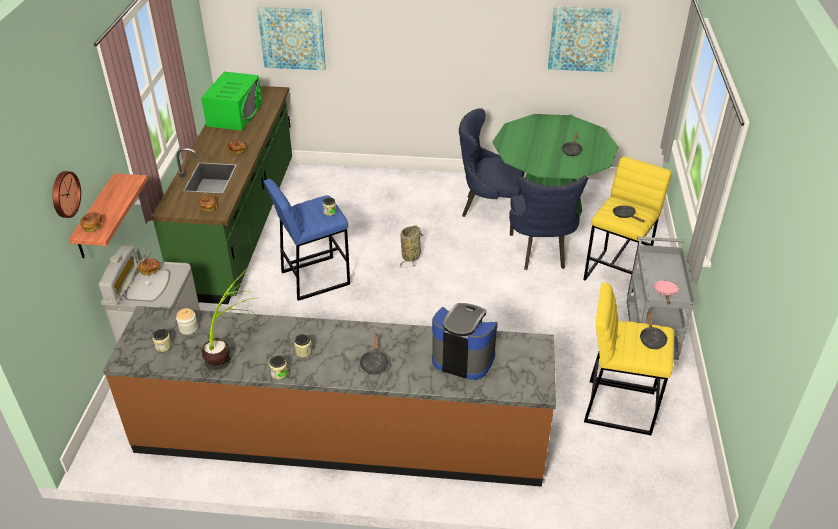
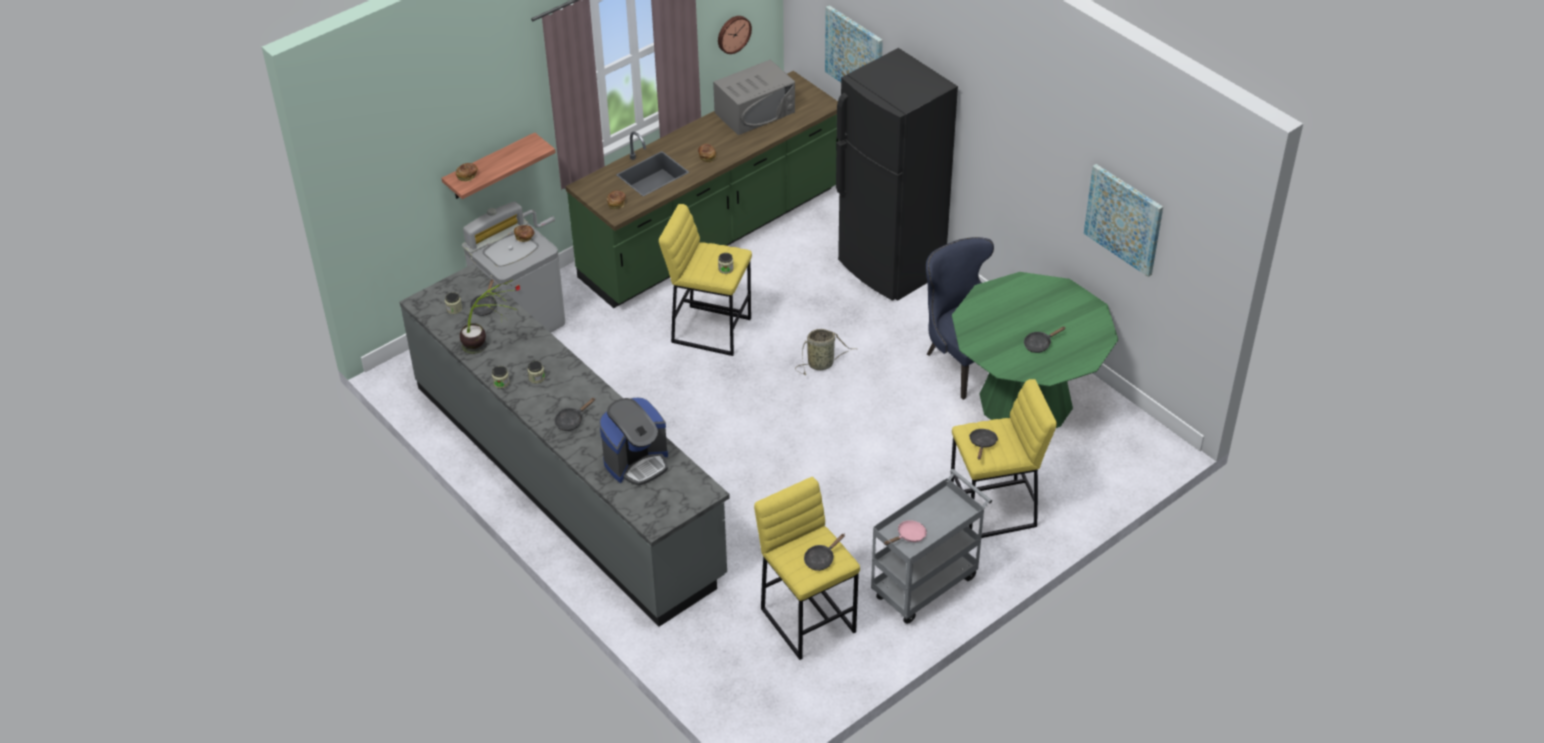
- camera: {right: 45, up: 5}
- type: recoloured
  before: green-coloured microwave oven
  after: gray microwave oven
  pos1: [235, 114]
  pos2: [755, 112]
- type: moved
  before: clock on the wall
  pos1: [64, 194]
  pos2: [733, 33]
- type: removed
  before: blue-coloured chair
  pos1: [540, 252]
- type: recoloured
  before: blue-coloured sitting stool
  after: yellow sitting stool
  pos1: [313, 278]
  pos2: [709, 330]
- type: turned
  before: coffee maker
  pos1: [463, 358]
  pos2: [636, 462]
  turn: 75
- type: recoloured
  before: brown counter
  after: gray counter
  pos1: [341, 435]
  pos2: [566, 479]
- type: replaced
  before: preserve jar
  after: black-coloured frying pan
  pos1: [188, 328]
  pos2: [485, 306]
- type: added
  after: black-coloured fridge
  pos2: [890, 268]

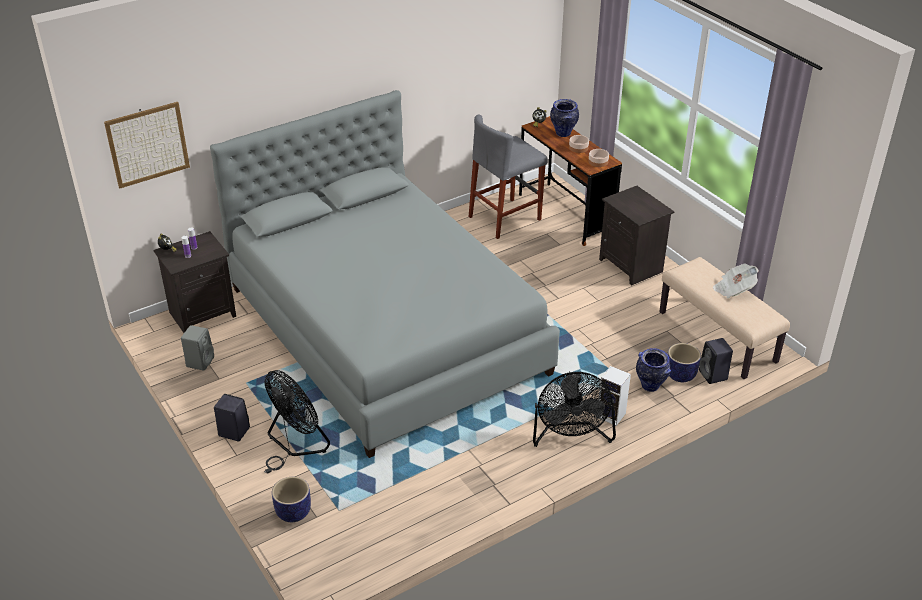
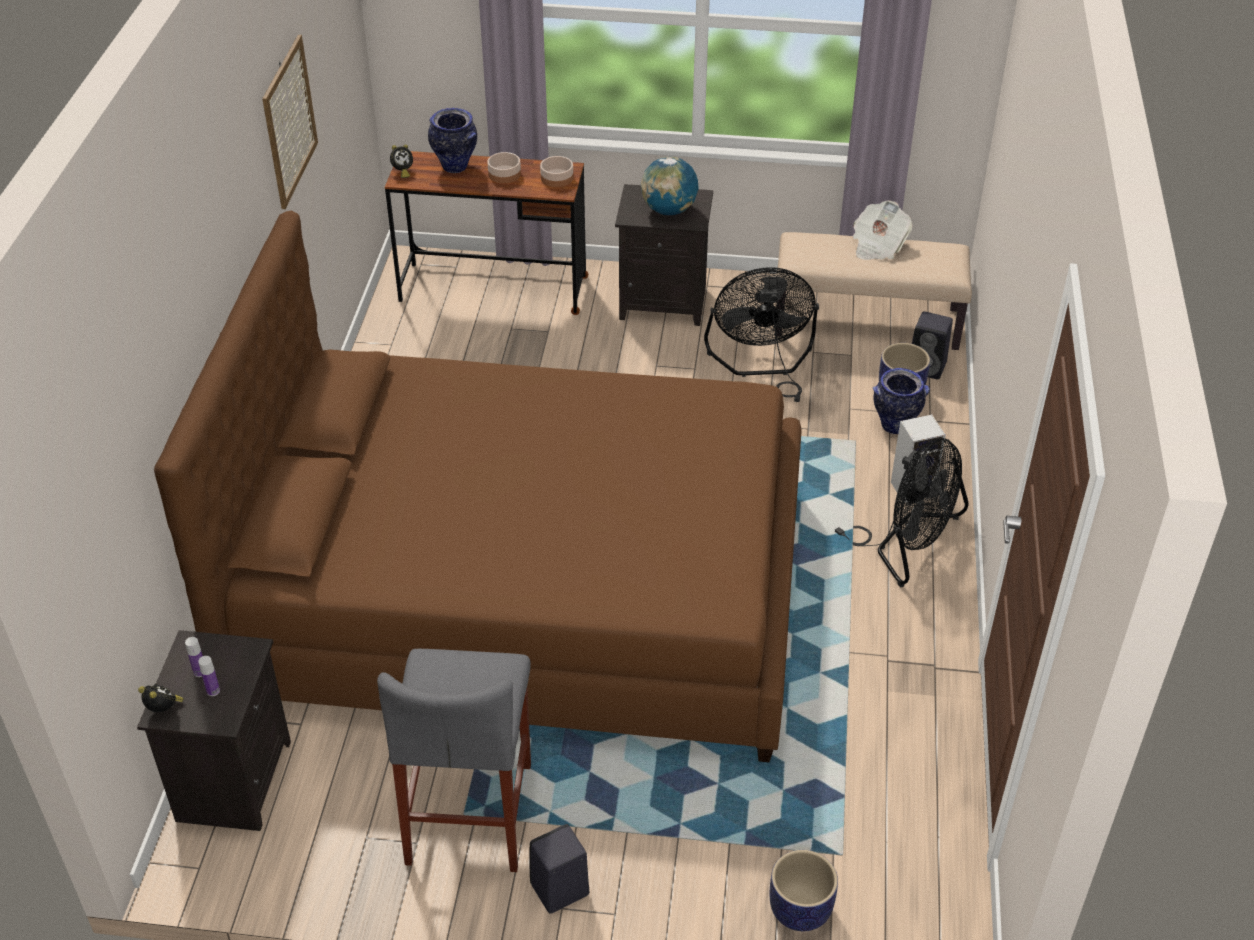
- camera: {right: -50, up: 5}
- type: recoloured
  before: gray bed
  after: brown bed
  pos1: [386, 329]
  pos2: [523, 592]
- type: moved
  before: picture
  pos1: [147, 143]
  pos2: [288, 119]
- type: moved
  before: gray sitting stool
  pos1: [505, 218]
  pos2: [470, 813]
- type: removed
  before: gray audio speaker
  pos1: [200, 361]
- type: moved
  before: black-coloured cooling fan
  pos1: [290, 442]
  pos2: [766, 365]
- type: added
  after: desk globe
  pos2: [669, 210]

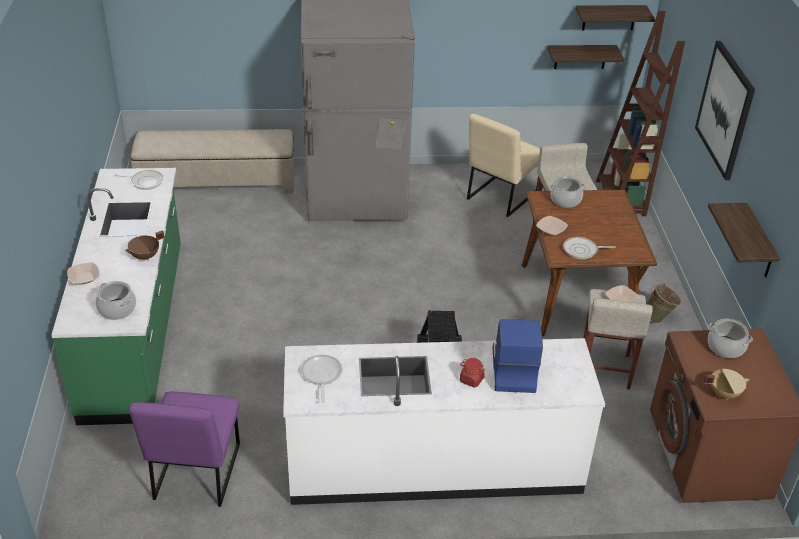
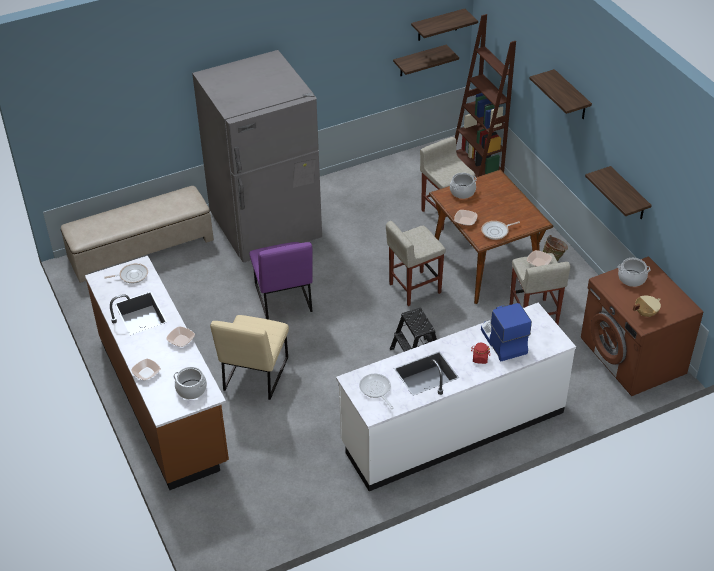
- camera: {right: -20, up: 5}
- type: replaced
  before: picture
  after: shelf
  pos1: [725, 109]
  pos2: [571, 96]
- type: moved
  before: beige-coloured chair
  pos1: [501, 196]
  pos2: [254, 375]
- type: recoloured
  before: green-coloured counter
  after: brown counter
  pos1: [136, 331]
  pos2: [164, 400]
- type: replaced
  before: brown cooking pot
  after: serving bowl
  pos1: [145, 257]
  pos2: [181, 340]
- type: moved
  before: purple chair
  pos1: [195, 473]
  pos2: [283, 299]
- type: added
  after: beige-coloured sitting stool
  pos2: [414, 288]

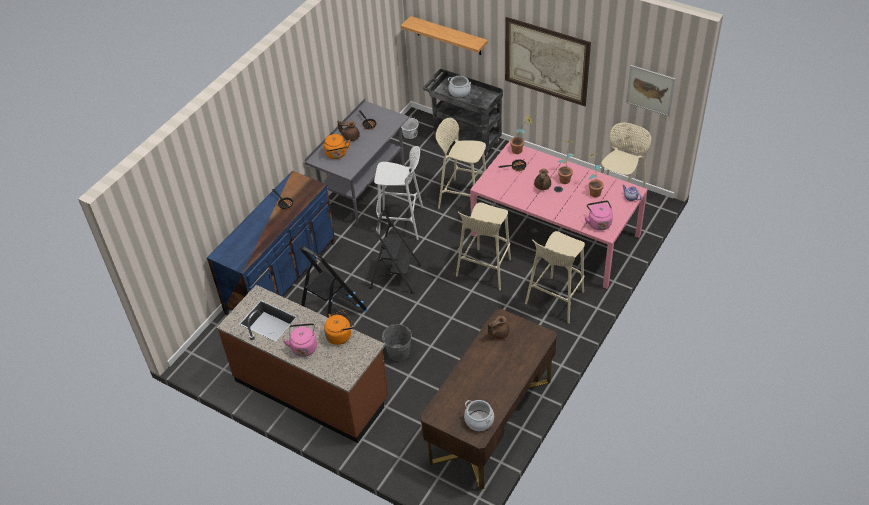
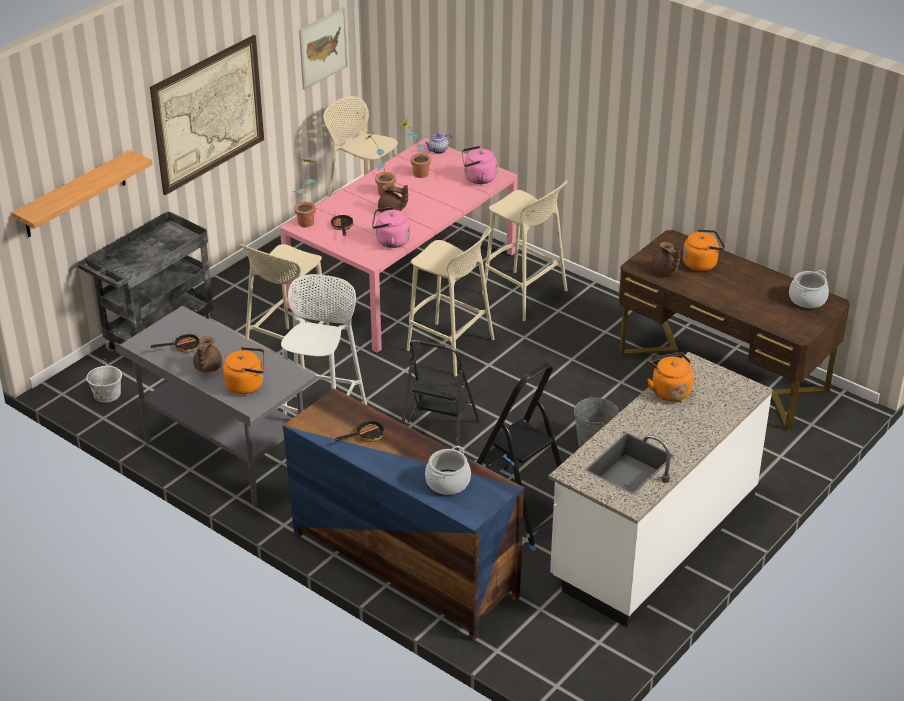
- camera: {right: -85, up: -10}
- type: moved
  before: cooking pot
  pos1: [459, 92]
  pos2: [447, 482]
- type: recoloured
  before: brown counter
  after: whitish counter
  pos1: [312, 389]
  pos2: [653, 537]
- type: moved
  before: pinkish water kettle
  pos1: [304, 346]
  pos2: [390, 241]
- type: added
  after: orange water kettle
  pos2: [701, 263]

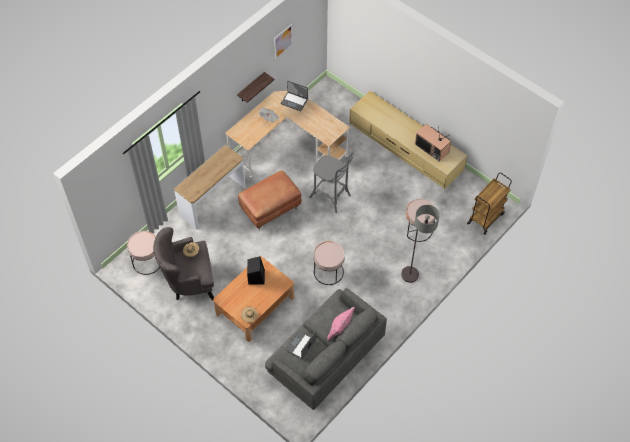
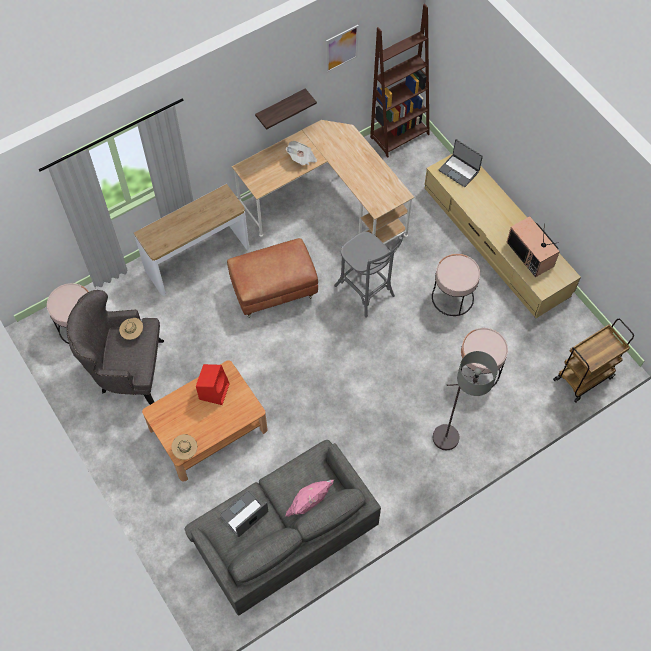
- camera: {right: 15, up: 5}
- type: moved
  before: portable computer
  pos1: [294, 101]
  pos2: [459, 170]
- type: moved
  before: pinkish accent table
  pos1: [328, 272]
  pos2: [452, 298]
- type: recoloured
  before: black-coloured audio speaker
  after: red-coloured audio speaker
  pos1: [256, 276]
  pos2: [214, 390]
- type: added
  after: brown bookcase
  pos2: [399, 135]

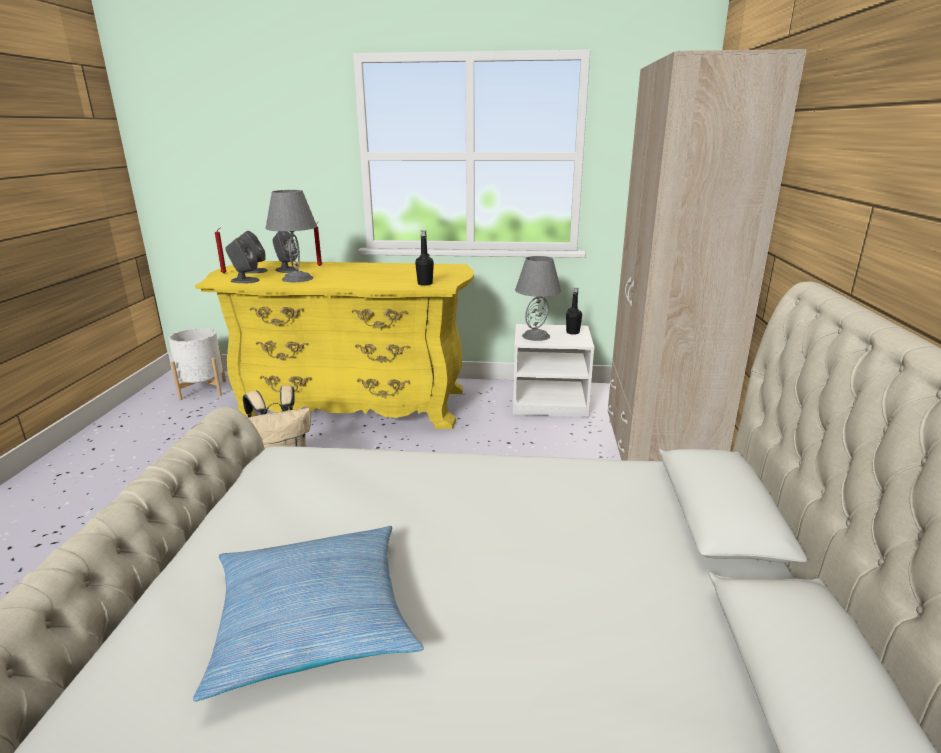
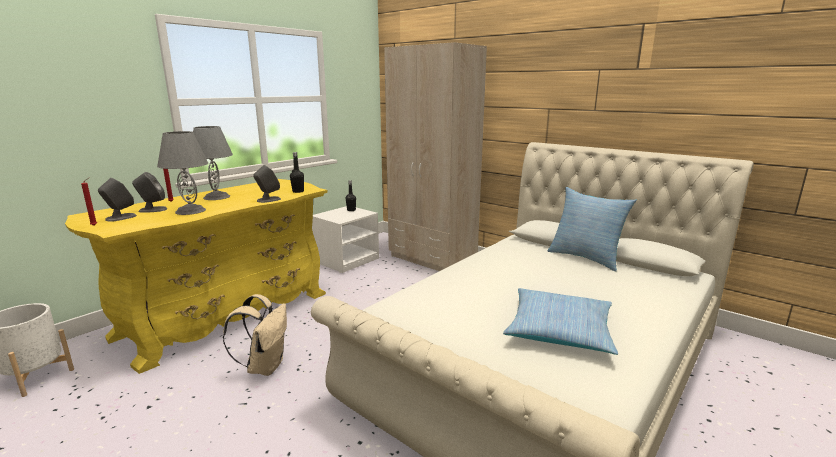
- camera: {right: -55, up: -5}
- type: moved
  before: gray audio speaker
  pos1: [244, 280]
  pos2: [268, 200]
- type: moved
  before: gray tabletop lamp
  pos1: [536, 336]
  pos2: [216, 197]
- type: added
  after: throw pillow
  pos2: [585, 258]

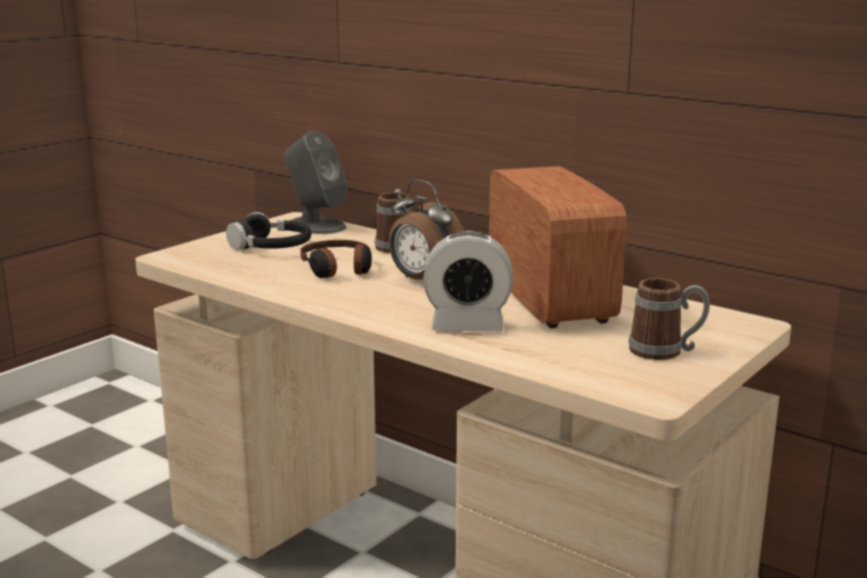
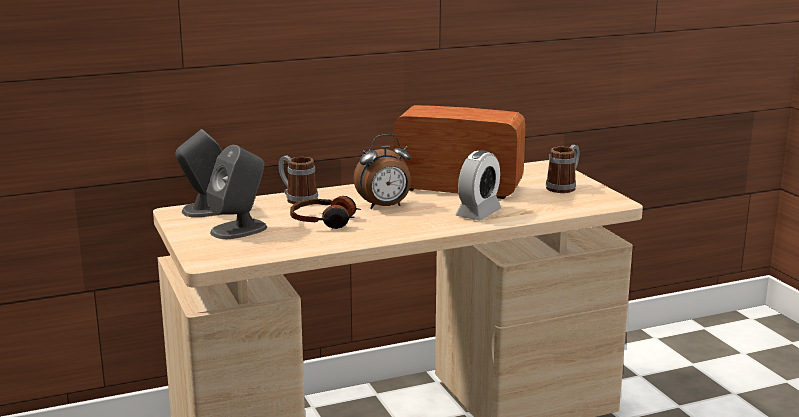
- camera: {right: -60, up: 0}
- type: replaced
  before: black-coloured headphones
  after: gray audio speaker
  pos1: [271, 247]
  pos2: [239, 229]

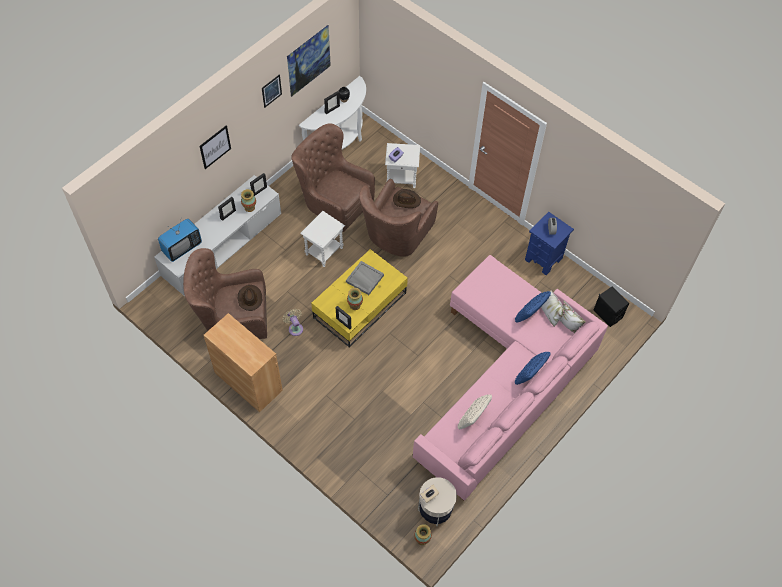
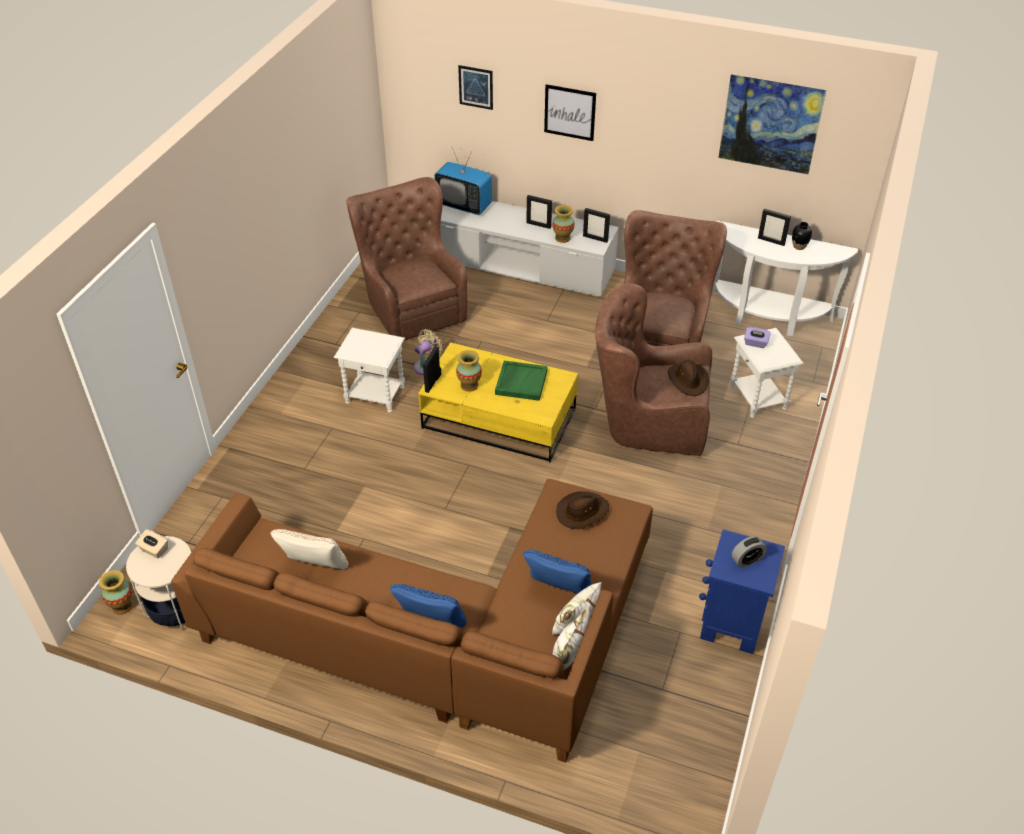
- camera: {right: 70, up: -15}
- type: moved
  before: picture
  pos1: [271, 91]
  pos2: [476, 87]
- type: moved
  before: whitish accent table
  pos1: [323, 250]
  pos2: [375, 394]
- type: recoloured
  before: pinkish couch
  after: brown couch
  pos1: [504, 381]
  pos2: [448, 635]
- type: recoloured
  before: gray carrying tray
  after: green-coloured carrying tray
  pos1: [364, 279]
  pos2: [521, 382]
- type: moved
  before: brown wearable hat
  pos1: [250, 298]
  pos2: [582, 512]
- type: removed
  before: black-coloured audio speaker
  pos1: [607, 314]
- type: removed
  before: brown cupboard
  pos1: [248, 381]

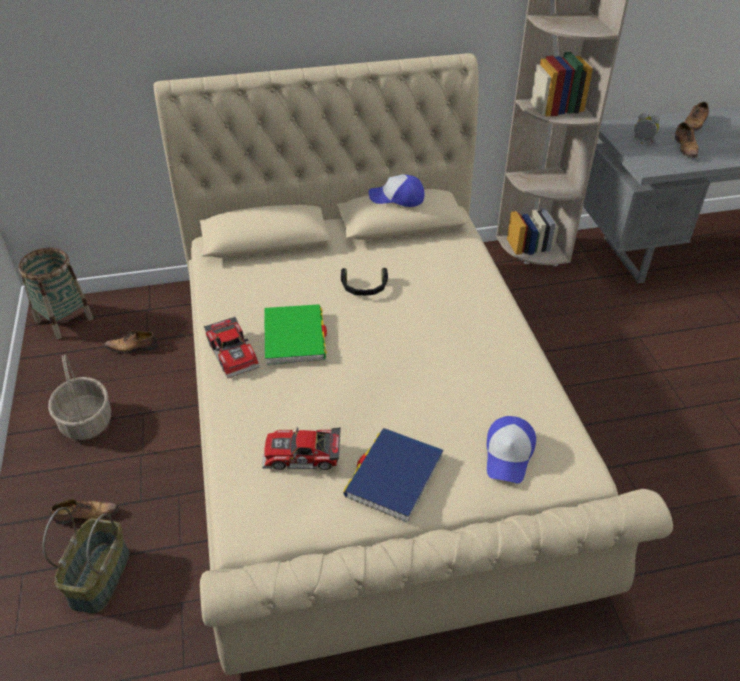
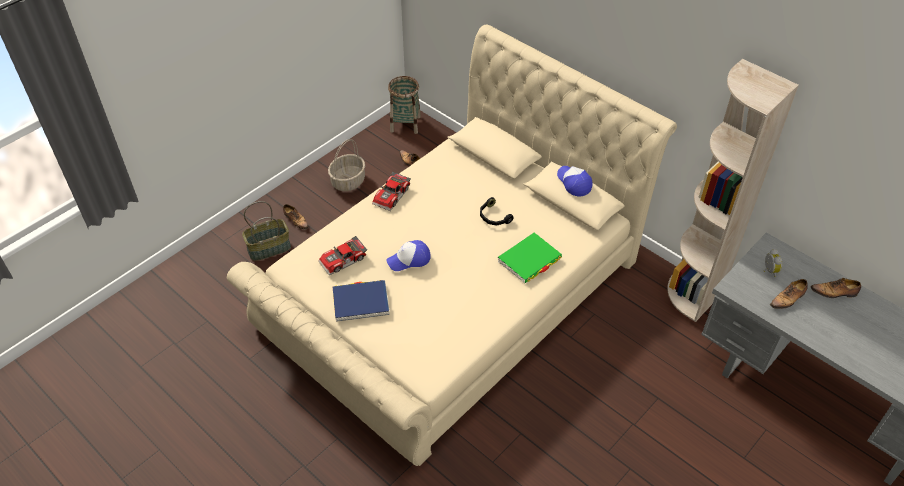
- camera: {right: 55, up: 5}
- type: moved
  before: green-coloured book
  pos1: [294, 337]
  pos2: [529, 260]
- type: moved
  before: peaked cap
  pos1: [509, 454]
  pos2: [409, 260]
- type: turned
  before: toy car
  pos1: [302, 457]
  pos2: [344, 260]
  turn: -90

